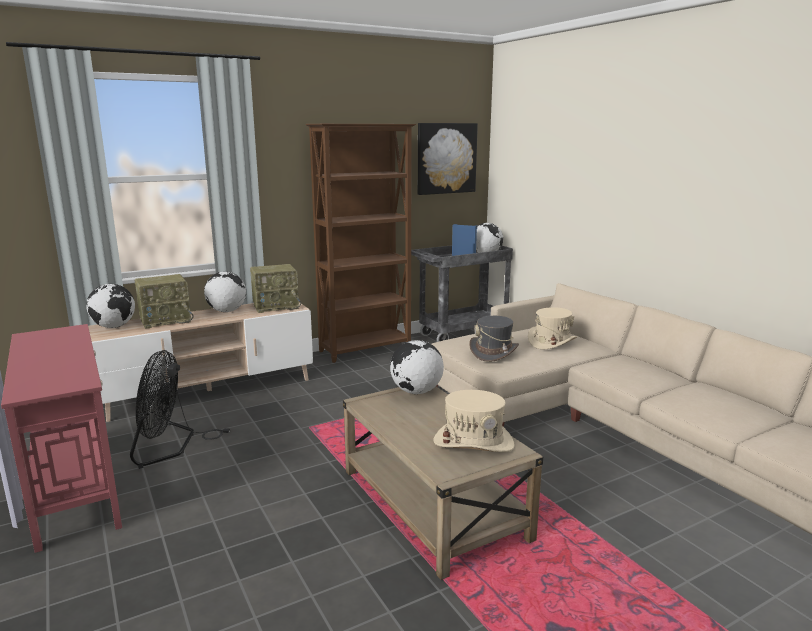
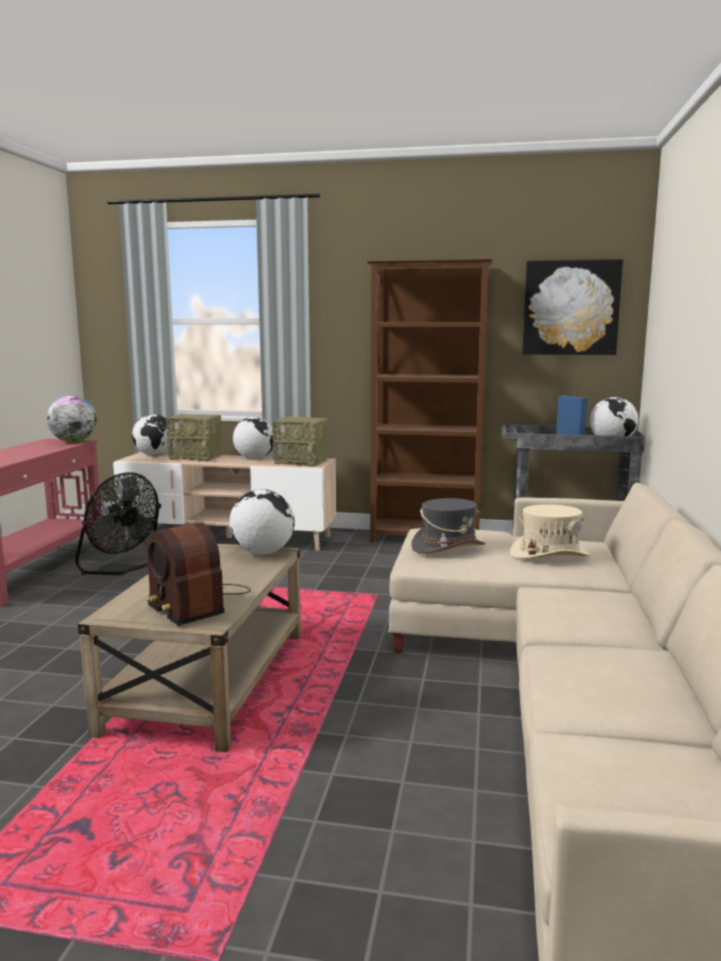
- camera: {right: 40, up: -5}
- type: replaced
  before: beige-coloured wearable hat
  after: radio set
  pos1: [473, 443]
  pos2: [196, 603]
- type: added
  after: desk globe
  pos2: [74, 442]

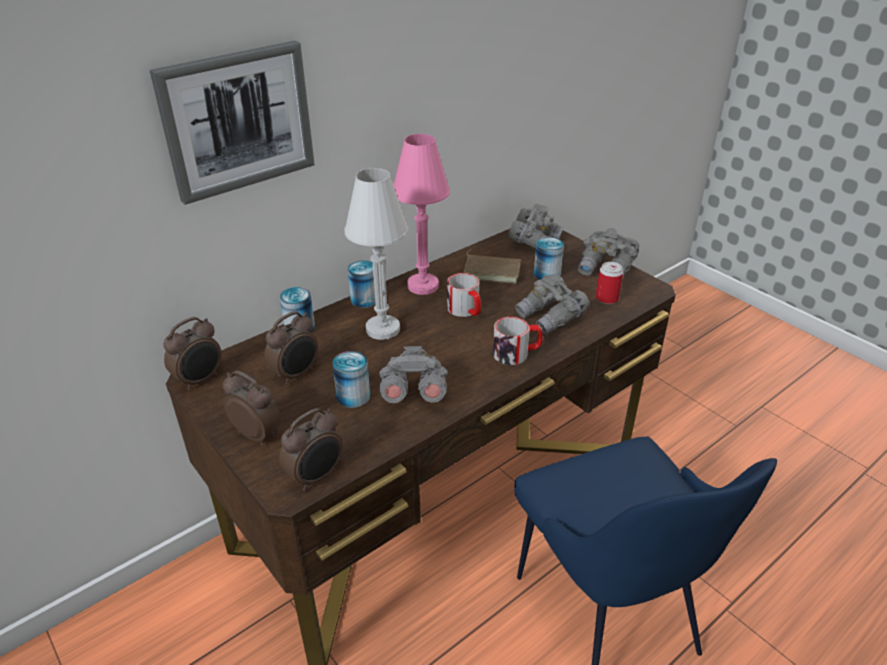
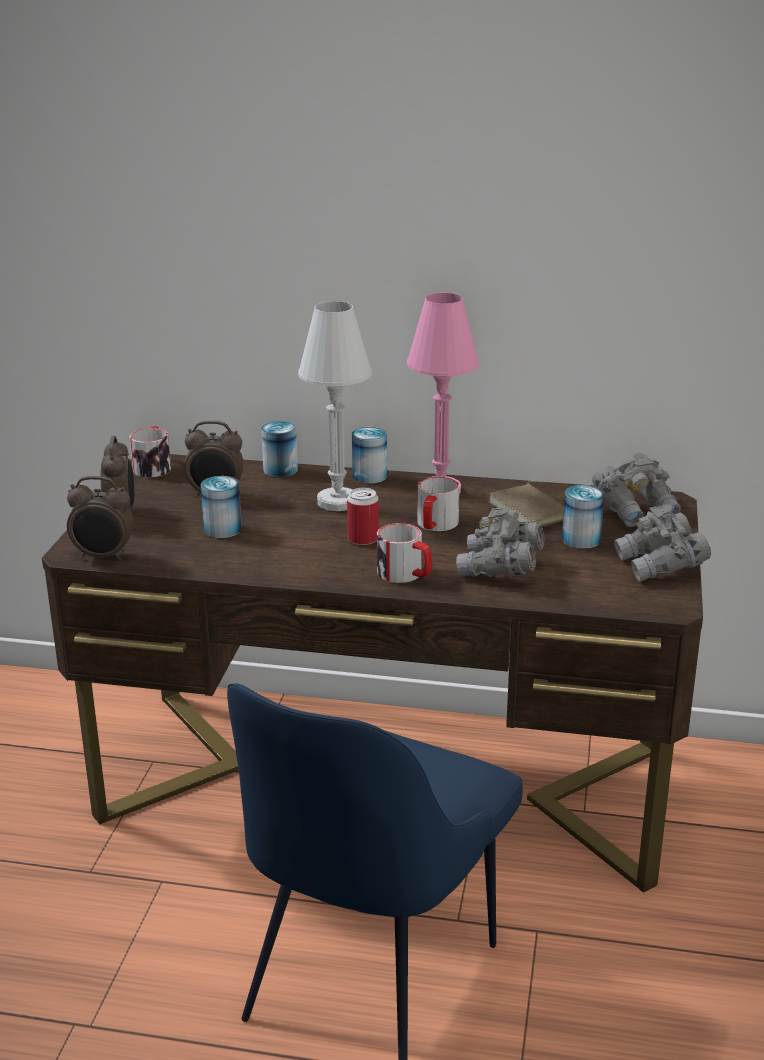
- camera: {right: 50, up: -10}
- type: removed
  before: picture
  pos1: [237, 120]
- type: moved
  before: sealed can
  pos1: [607, 298]
  pos2: [363, 539]
- type: replaced
  before: table clock
  after: coffee mug
  pos1: [200, 380]
  pos2: [153, 466]
- type: removed
  before: gray binoculars
  pos1: [413, 393]

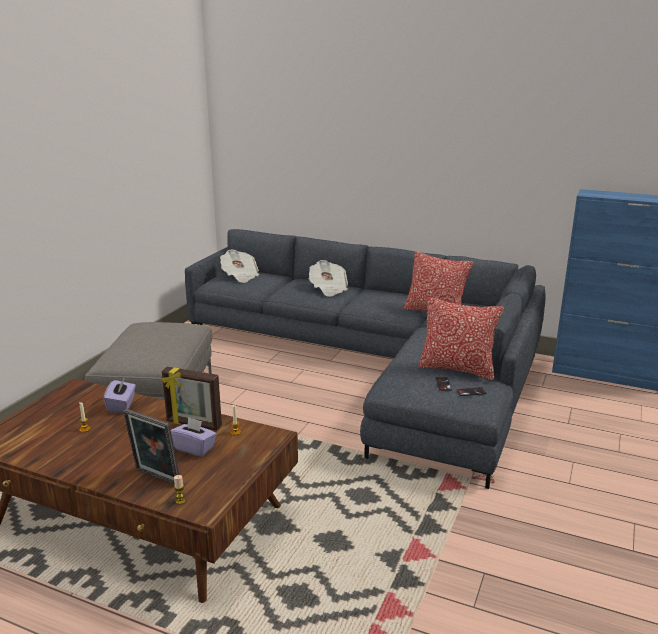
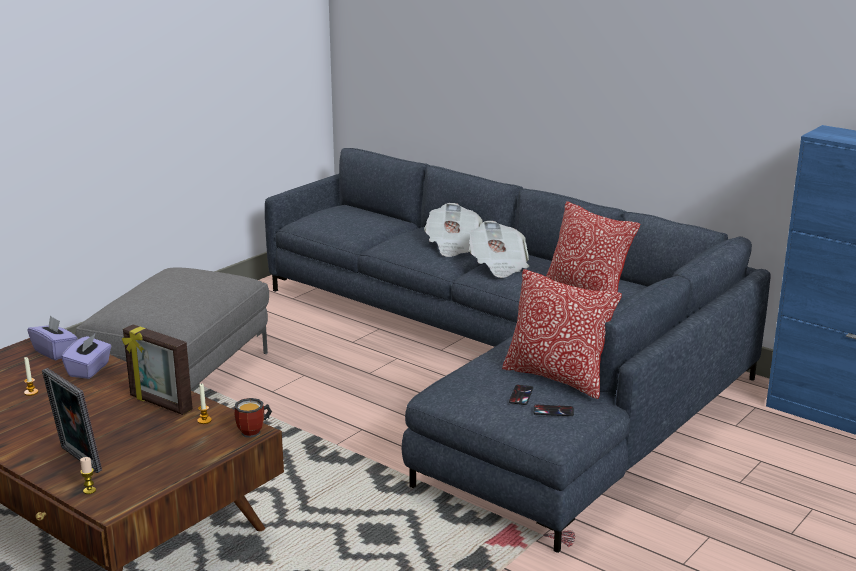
- camera: {right: 15, up: 0}
- type: moved
  before: newspaper
  pos1: [240, 276]
  pos2: [498, 265]
- type: moved
  before: purple tissue holder
  pos1: [194, 448]
  pos2: [55, 352]
- type: added
  after: coffee mug
  pos2: [255, 432]

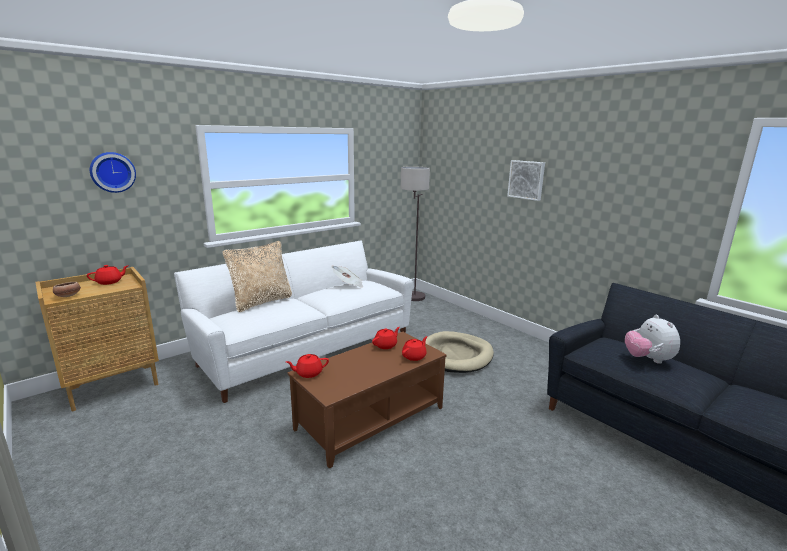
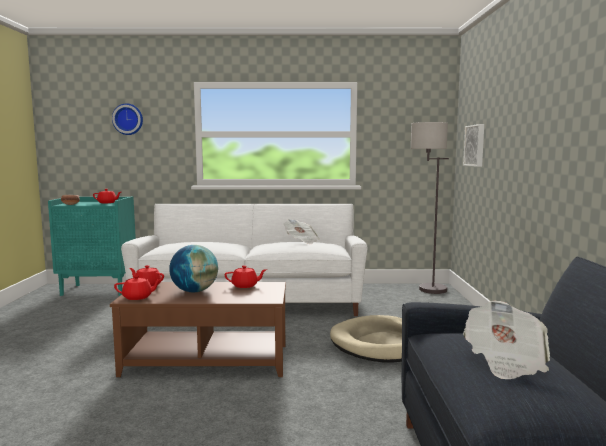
- camera: {right: 40, up: -10}
- type: moved
  before: picture
  pos1: [526, 179]
  pos2: [475, 145]
- type: removed
  before: beige-coloured throw pillow
  pos1: [262, 302]
- type: recoloured
  before: brown cupboard
  after: turquoise cupboard
  pos1: [114, 386]
  pos2: [99, 290]
- type: replaced
  before: plush toy
  after: newspaper
  pos1: [648, 359]
  pos2: [504, 361]
- type: moved
  before: red-coloured teapot
  pos1: [414, 356]
  pos2: [138, 297]
- type: added
  after: desk globe
  pos2: [194, 291]

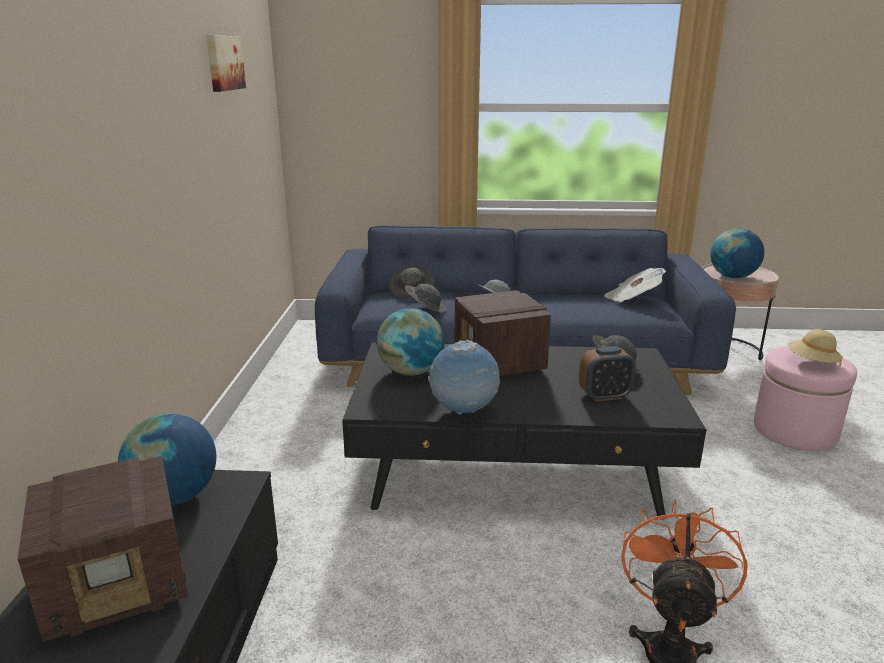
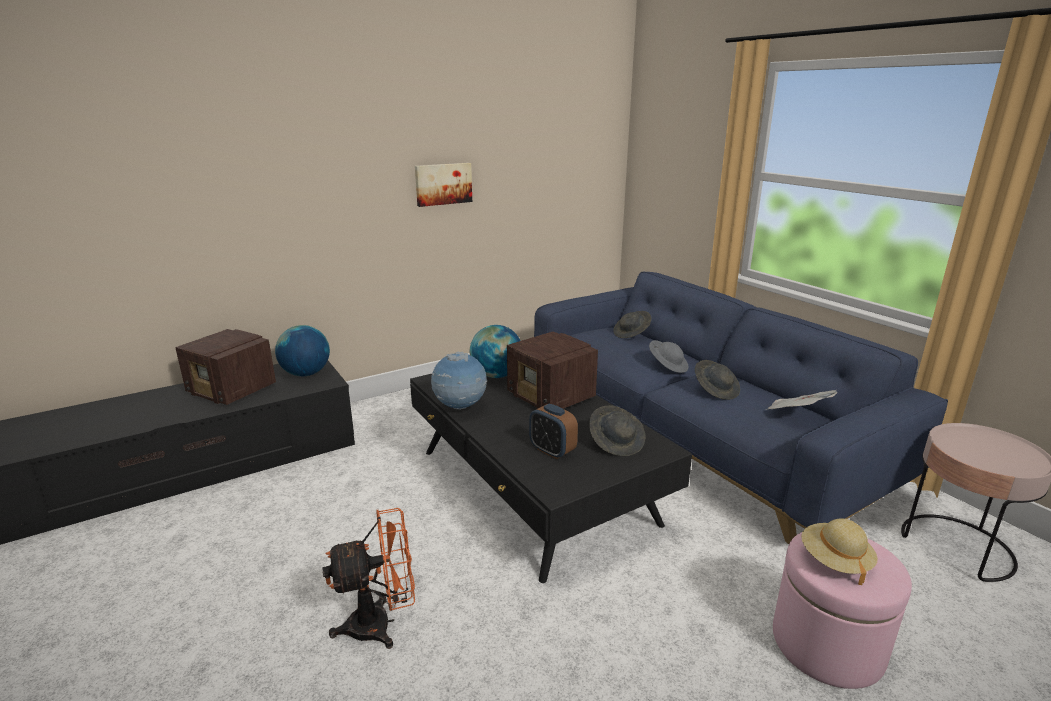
- camera: {right: 55, up: 0}
- type: moved
  before: picture
  pos1: [223, 63]
  pos2: [443, 184]
- type: removed
  before: desk globe
  pos1: [732, 277]
- type: moved
  before: gray wearable hat
  pos1: [425, 309]
  pos2: [716, 390]
- type: turned
  before: radio set
  pos1: [499, 364]
  pos2: [551, 398]
  turn: -75

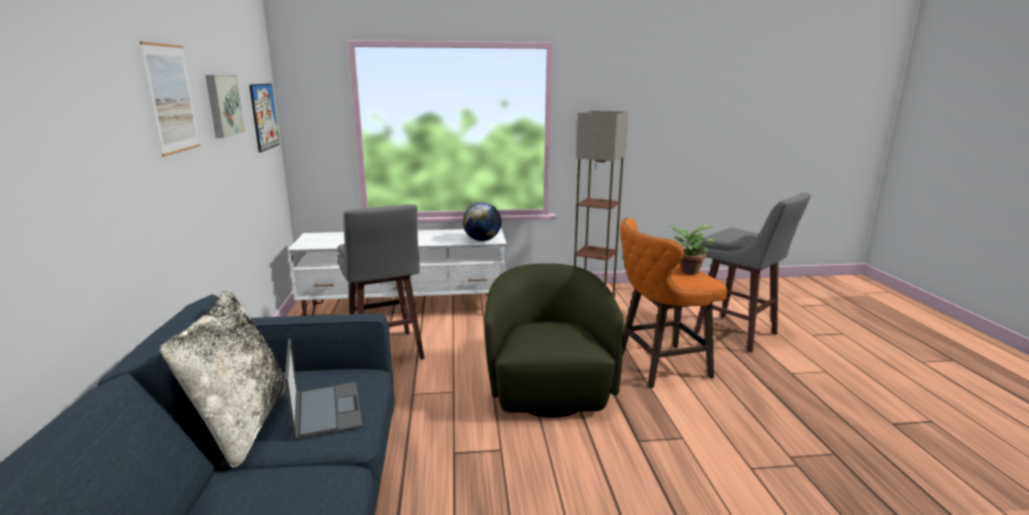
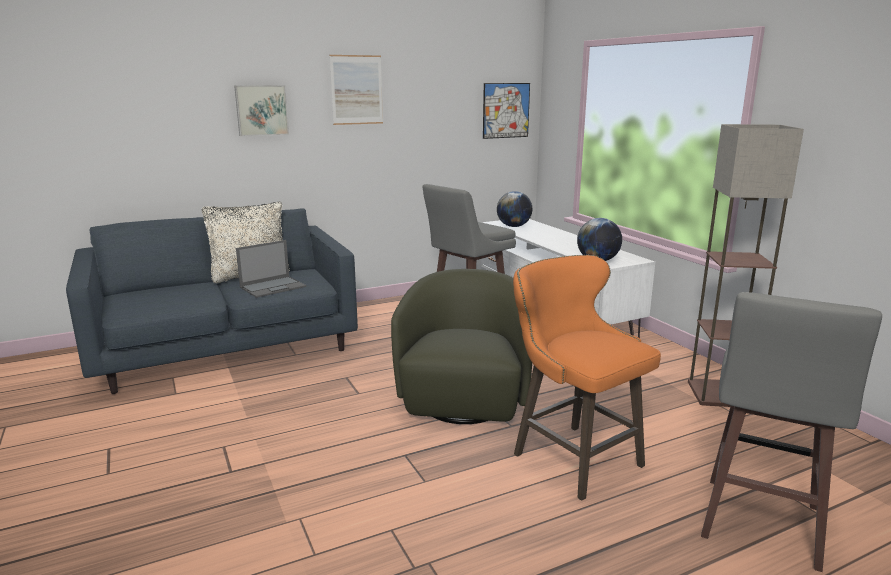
- camera: {right: 70, up: 0}
- type: moved
  before: picture
  pos1: [222, 105]
  pos2: [261, 110]
- type: removed
  before: potted plant
  pos1: [687, 271]
- type: turned
  before: green-coloured easy chair
  pos1: [548, 389]
  pos2: [464, 398]
  turn: -60
- type: added
  after: desk globe
  pos2: [514, 226]

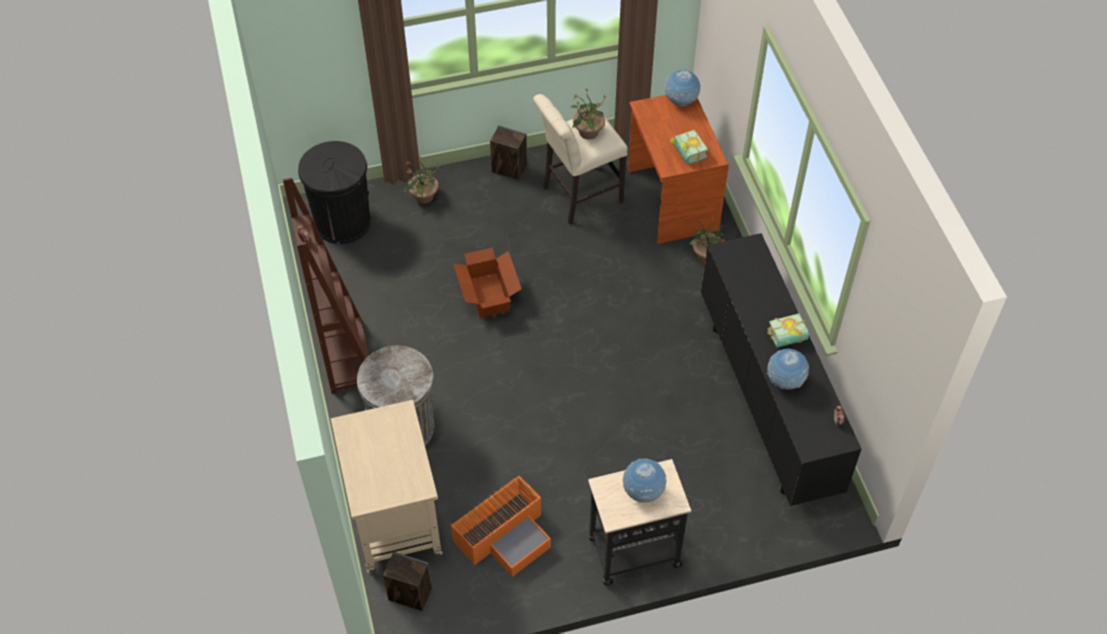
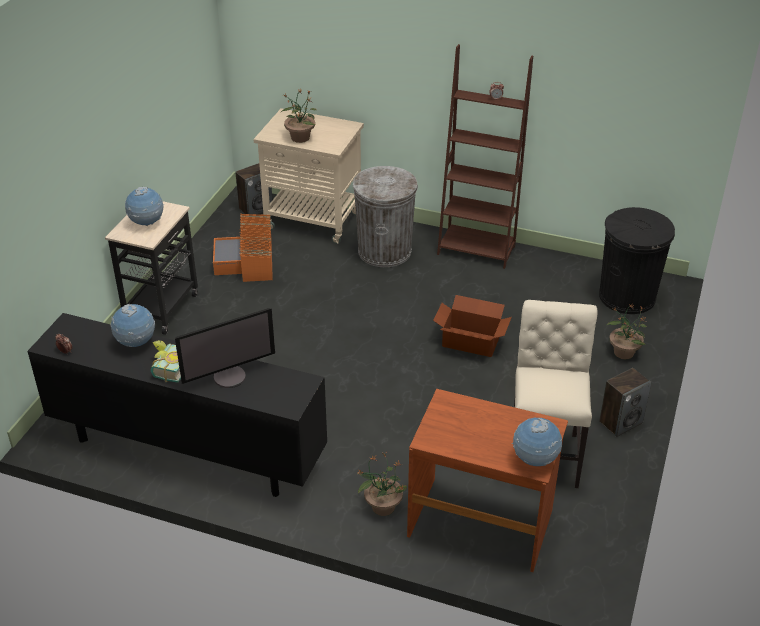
- camera: {right: 125, up: -15}
- type: moved
  before: potted plant
  pos1: [588, 132]
  pos2: [300, 137]
- type: removed
  before: book
  pos1: [686, 154]
- type: added
  after: computer display
  pos2: [229, 376]

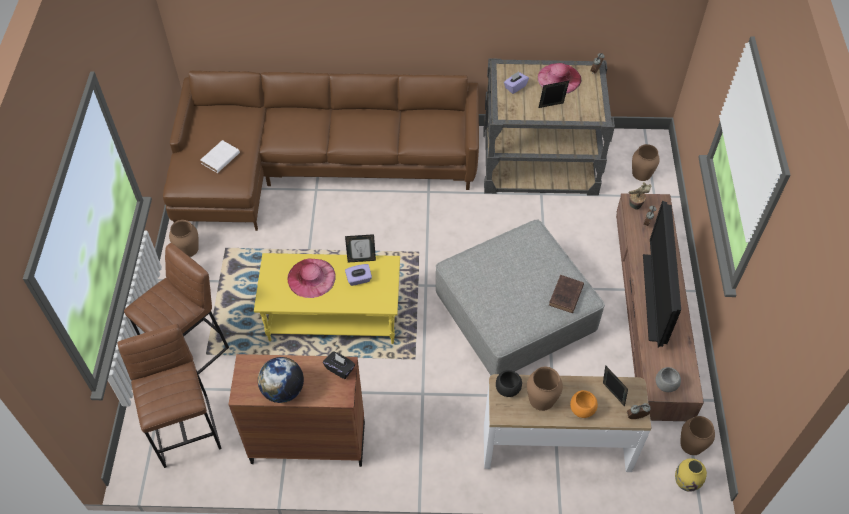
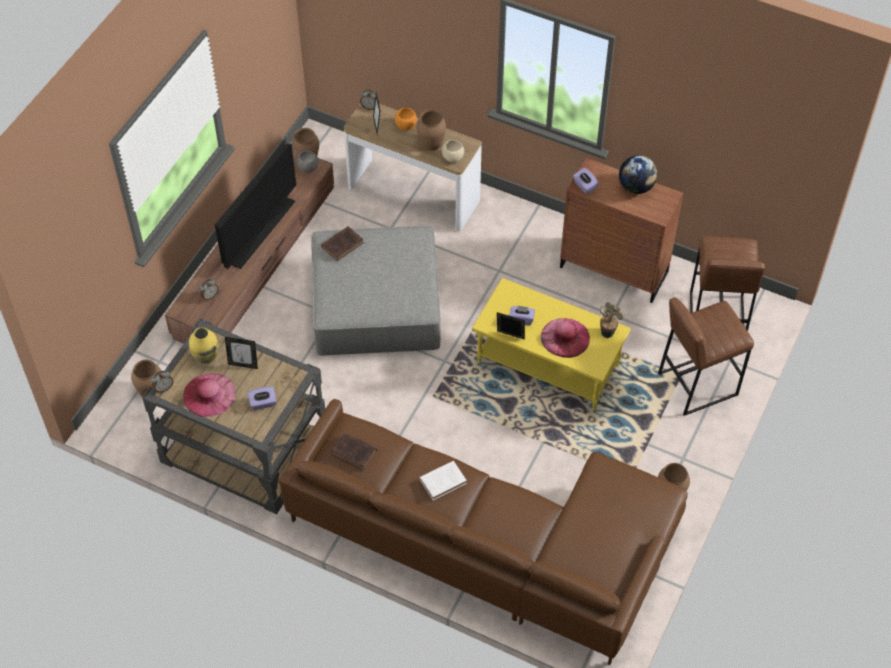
- camera: {right: -155, up: 0}
- type: moved
  before: whitish book
  pos1: [219, 159]
  pos2: [444, 481]
- type: moved
  before: potted plant
  pos1: [635, 207]
  pos2: [608, 331]
- type: recoloured
  before: black-coloured tissue holder
  after: purple tissue holder
  pos1: [340, 369]
  pos2: [584, 186]
- type: recoloured
  before: black-coloured serving bowl
  after: beige-coloured serving bowl
  pos1: [507, 389]
  pos2: [452, 158]
- type: moved
  before: yellow flower vase
  pos1: [686, 482]
  pos2: [205, 357]
- type: added
  after: brown book
  pos2: [355, 453]

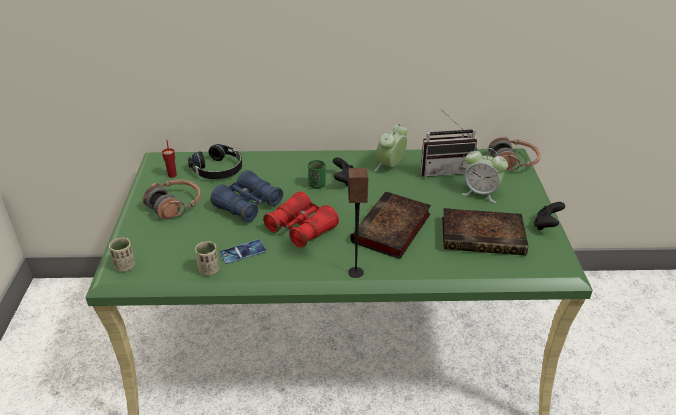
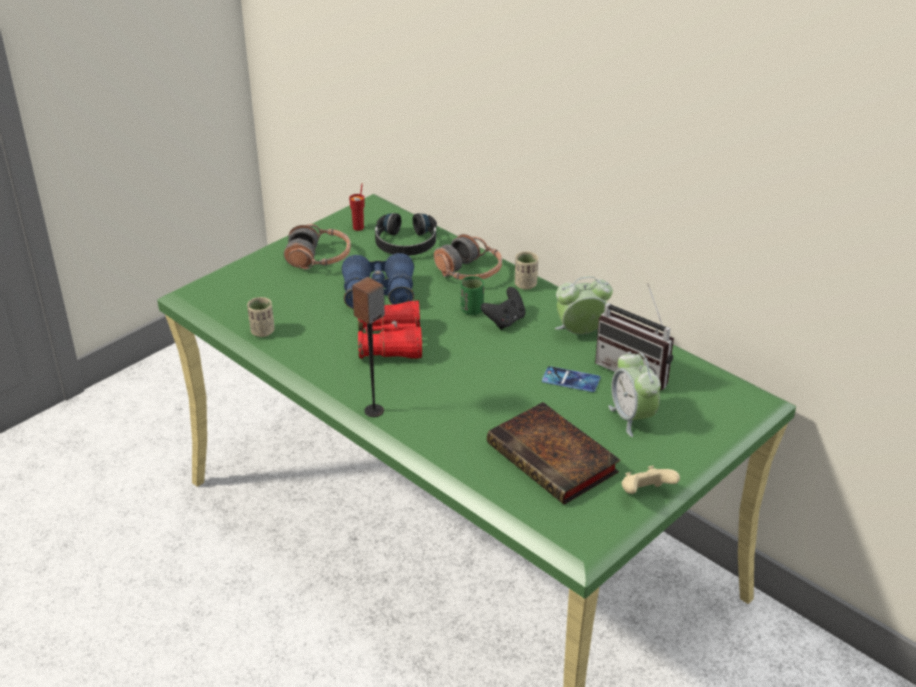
- camera: {right: 45, up: 0}
- type: moved
  before: headphones
  pos1: [513, 162]
  pos2: [468, 272]
- type: removed
  before: book
  pos1: [391, 230]
- type: recoloured
  before: black-coloured game controller
  after: beige-coloured game controller
  pos1: [546, 225]
  pos2: [645, 494]
- type: moved
  before: beige-coloured cup
  pos1: [125, 266]
  pos2: [525, 285]
- type: moved
  before: phone
  pos1: [243, 252]
  pos2: [570, 380]

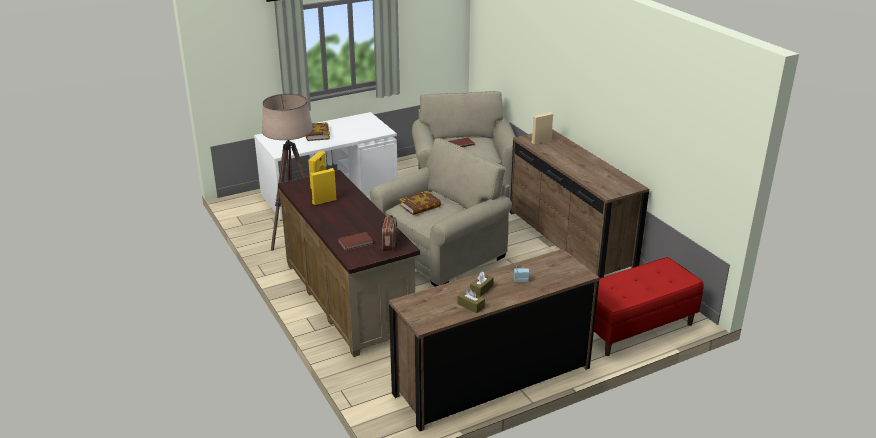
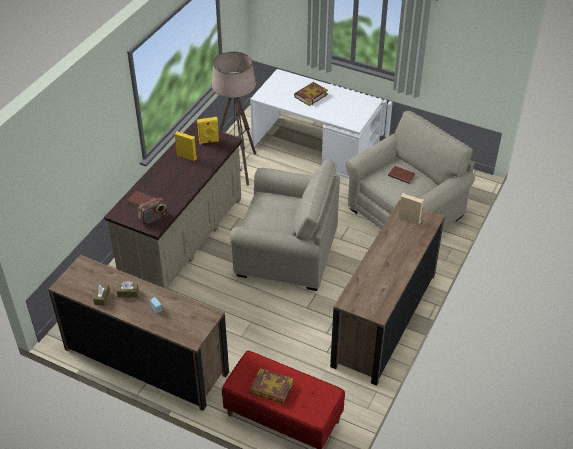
- camera: {right: 55, up: 15}
- type: moved
  before: book
  pos1: [420, 206]
  pos2: [271, 389]

